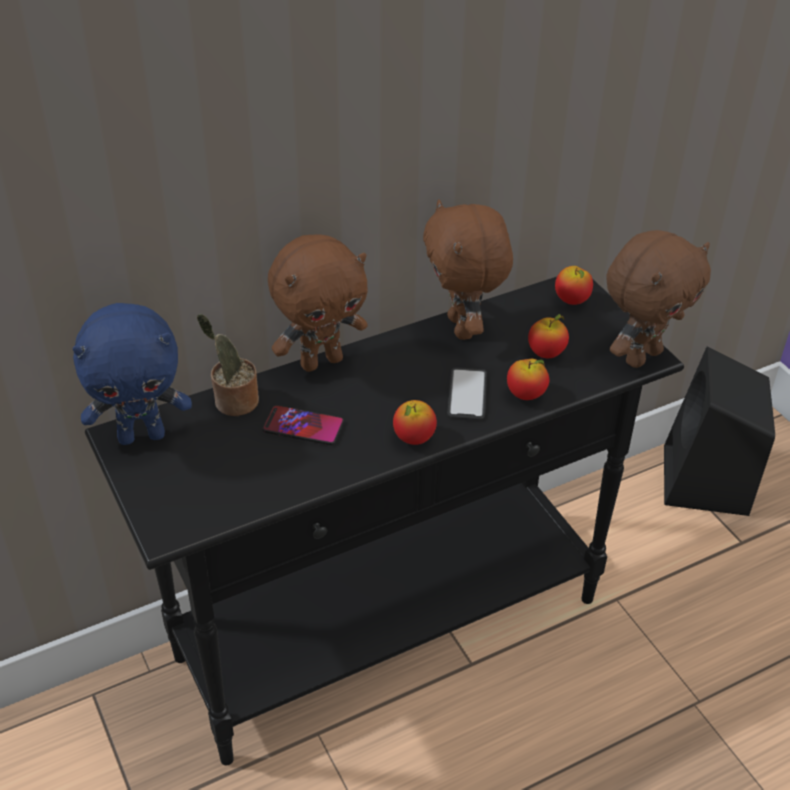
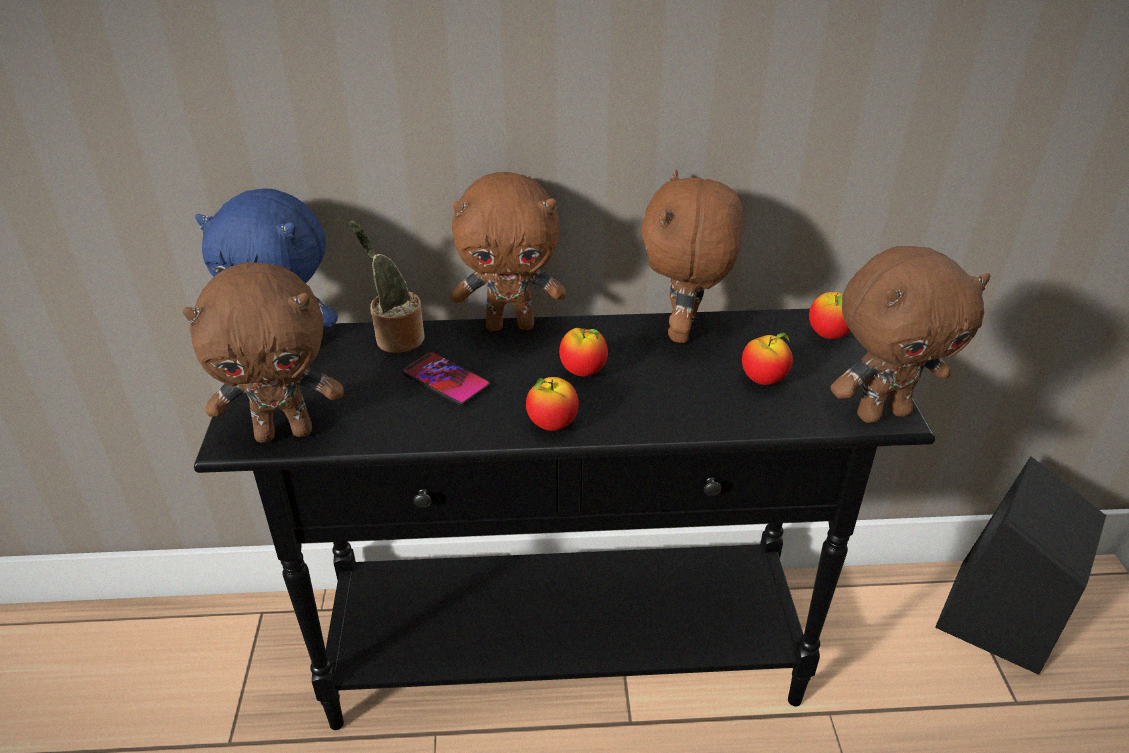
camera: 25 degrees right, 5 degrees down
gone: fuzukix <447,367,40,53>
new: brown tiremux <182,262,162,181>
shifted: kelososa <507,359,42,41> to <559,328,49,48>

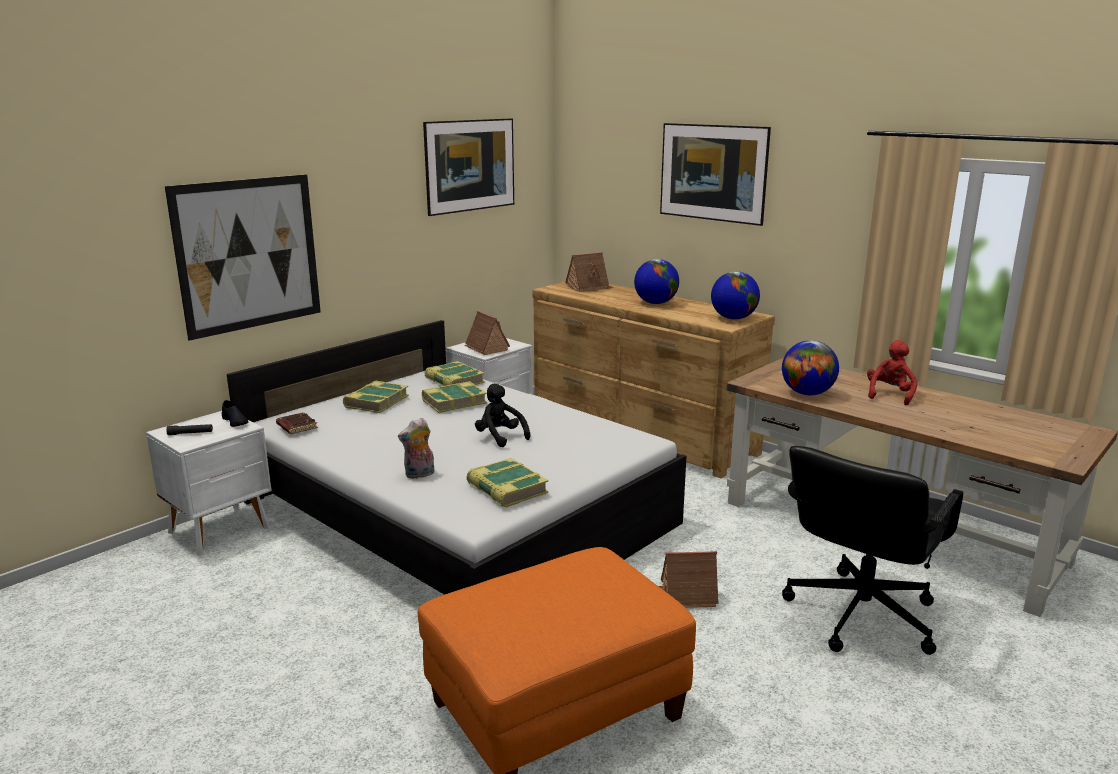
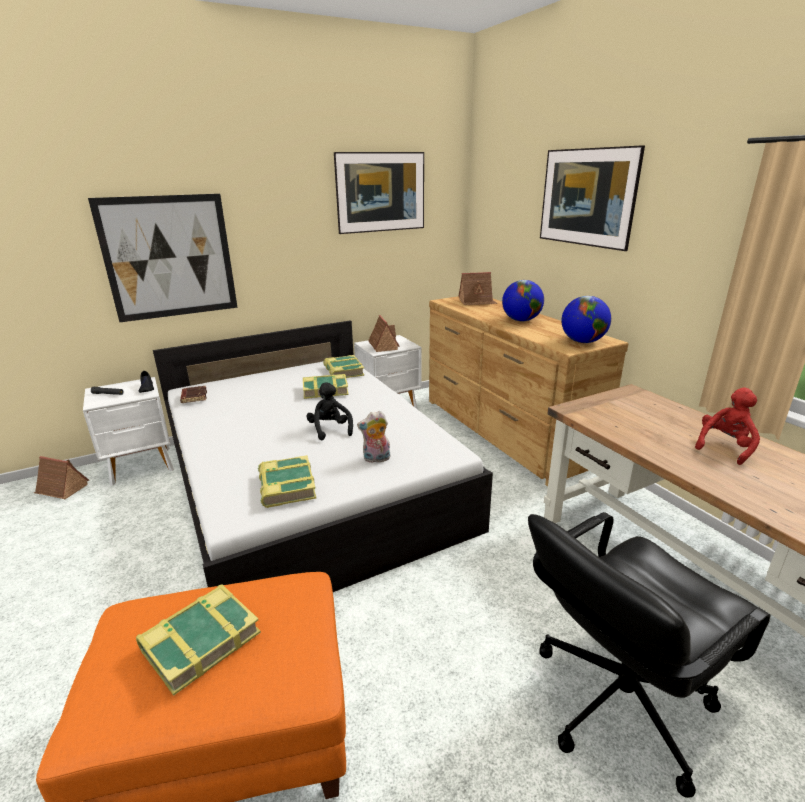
camera: 20 degrees right, 5 degrees up
gone: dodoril <782,340,57,55>
shifted: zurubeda <343,380,66,33> to <136,584,125,112>; tiremux <398,418,36,61> to <357,411,33,52>; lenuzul <658,551,60,57> to <34,456,55,44>

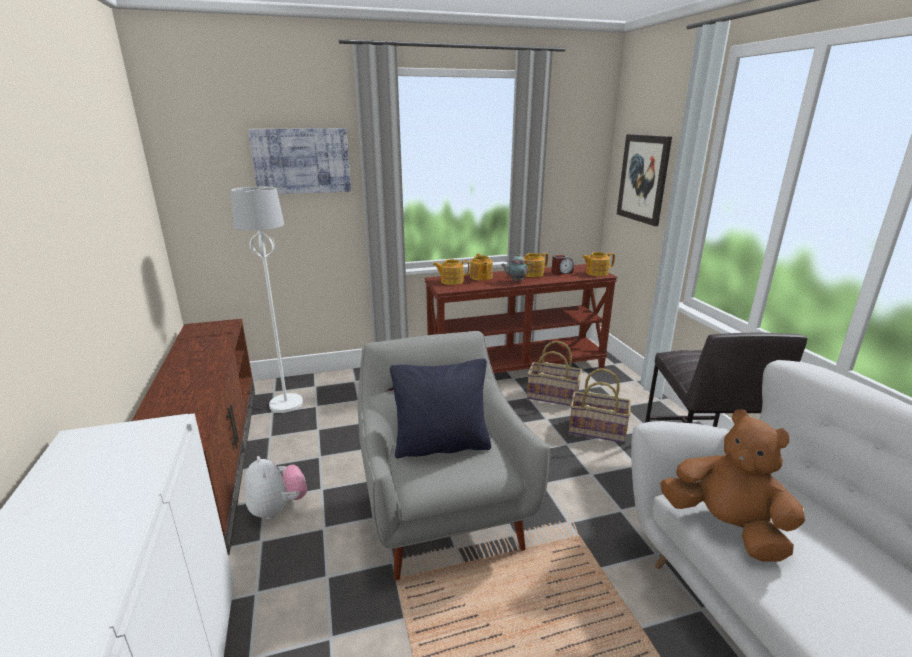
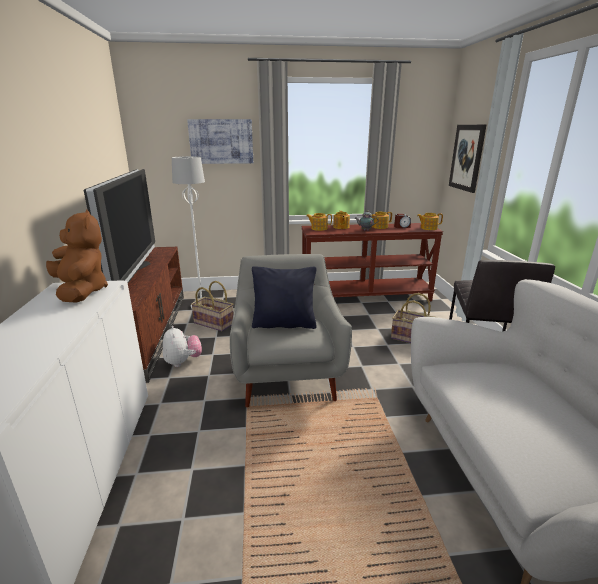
camera: 10 degrees right, 0 degrees up
new: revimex <84,169,71,114>
shifted: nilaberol <527,341,55,65> to <191,281,43,50>; brown tiremux <660,409,145,153> to <46,209,62,94>

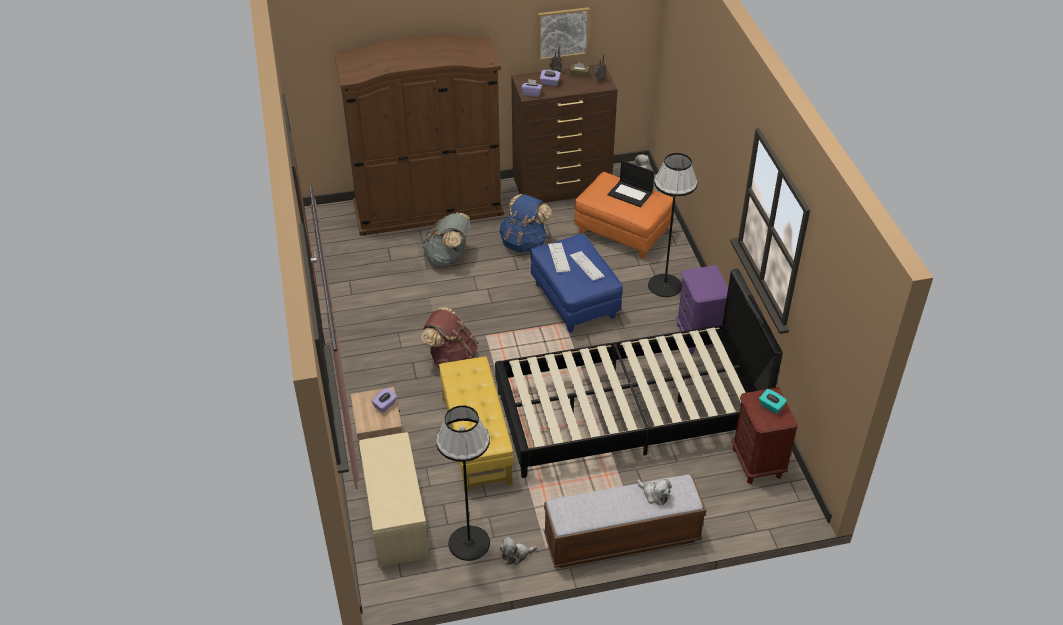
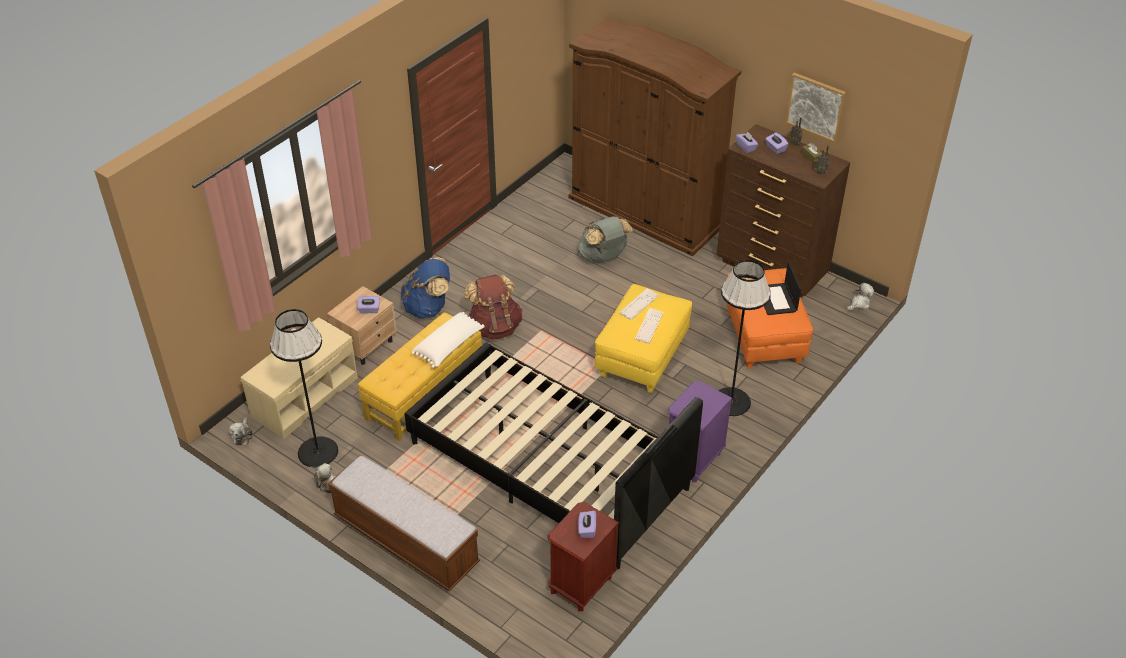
camera: 50 degrees right, 0 degrees up
new: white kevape <412,312,72,56>
shifted: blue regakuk <499,194,53,59> to <401,257,49,61>; tiremux <637,479,35,26> to <229,417,24,28>
repainted: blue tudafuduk <531,233,92,100> to yellow tudafuduk <595,284,97,109>; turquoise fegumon <759,389,28,25> to purple fegumon <578,511,18,27>

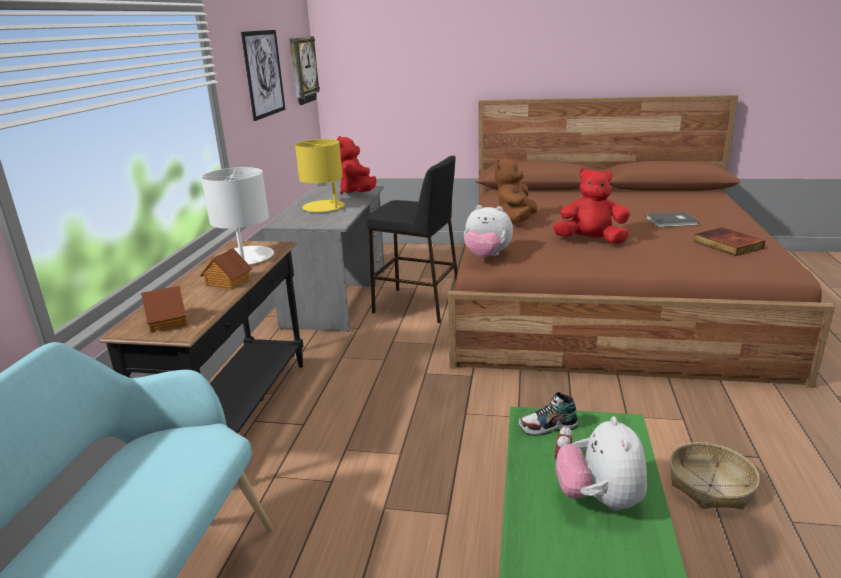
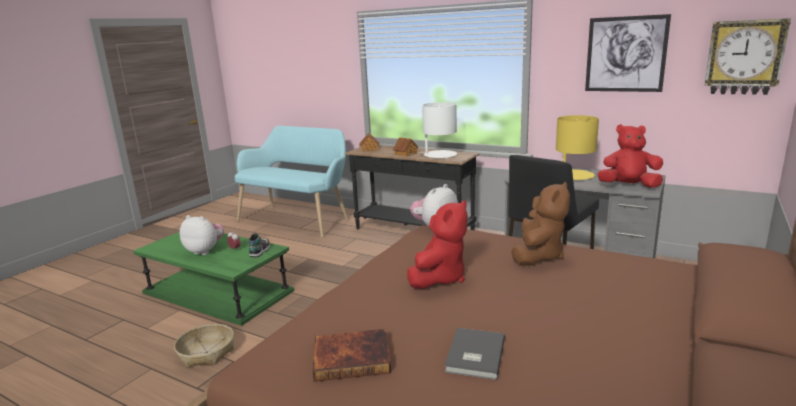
camera: 110 degrees right, 5 degrees down
rotated: brown tiremux <495,157,43,65> = <511,182,59,84> 75 degrees clockwise

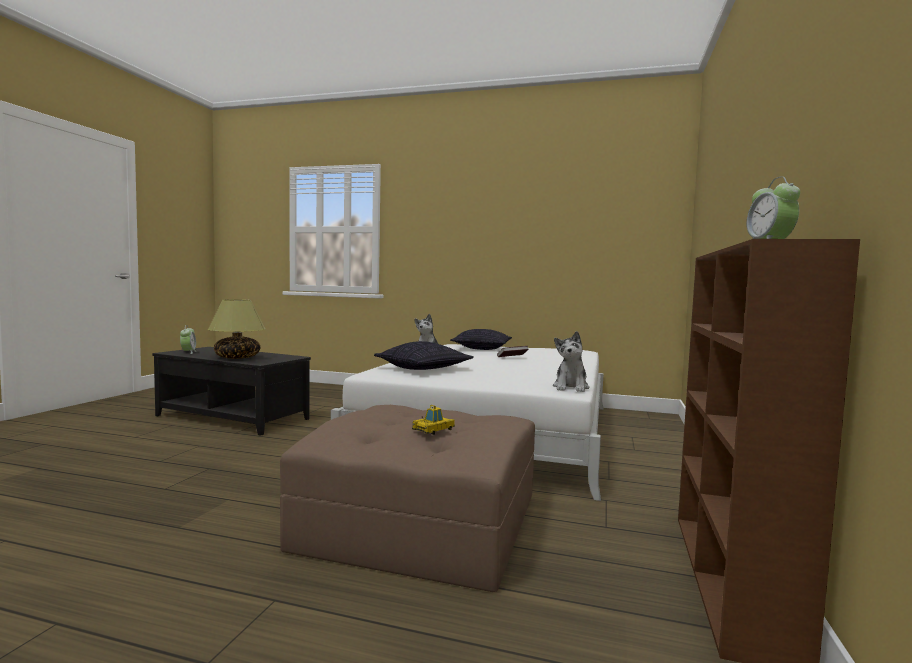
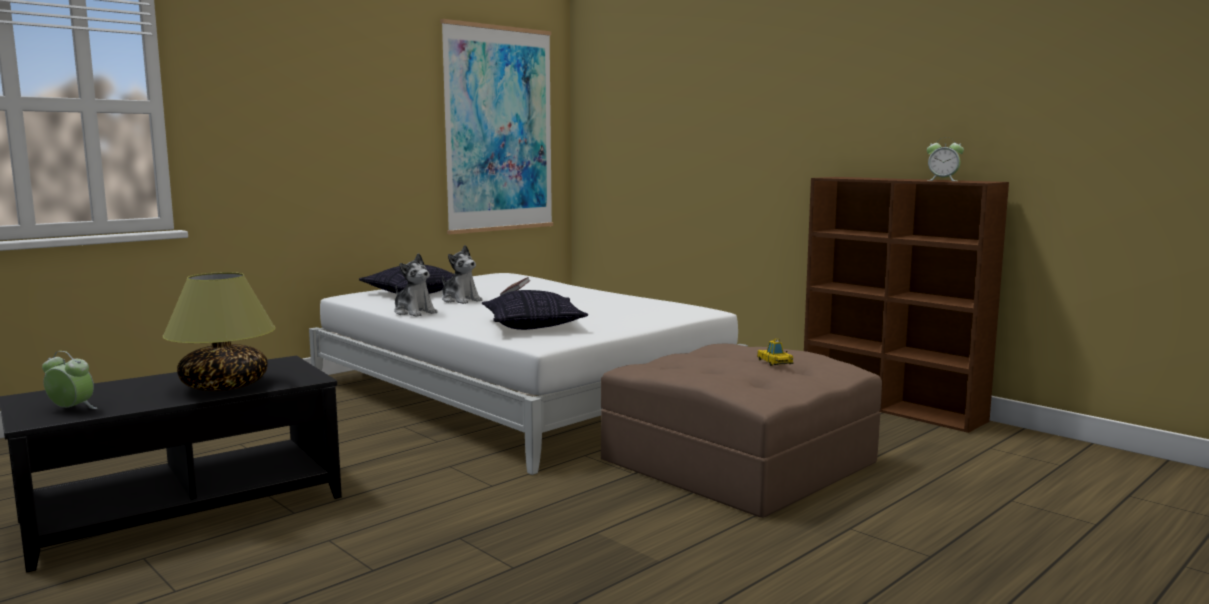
camera: 60 degrees left, 5 degrees up
new: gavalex <440,19,113,215>
shifted: tiremux <553,331,37,61> to <442,245,40,59>

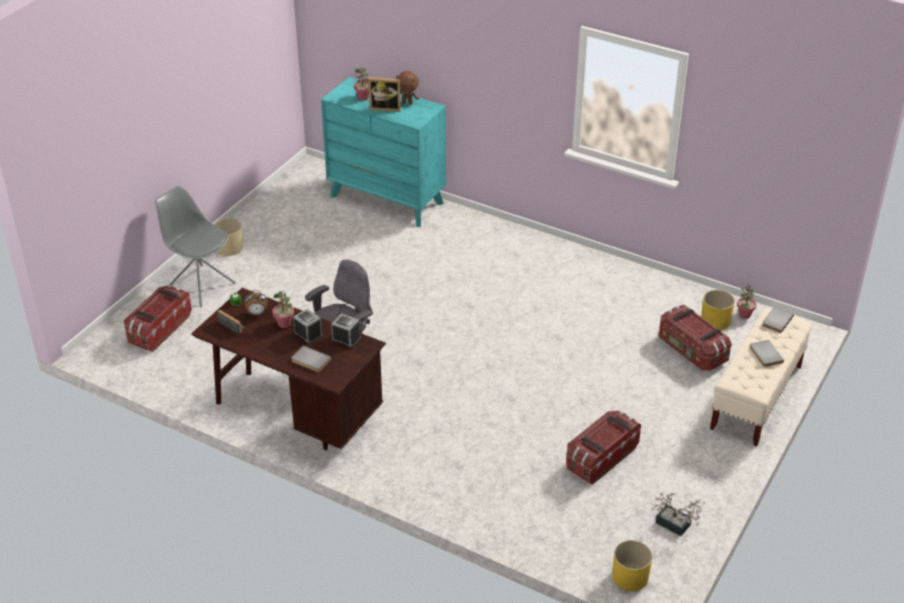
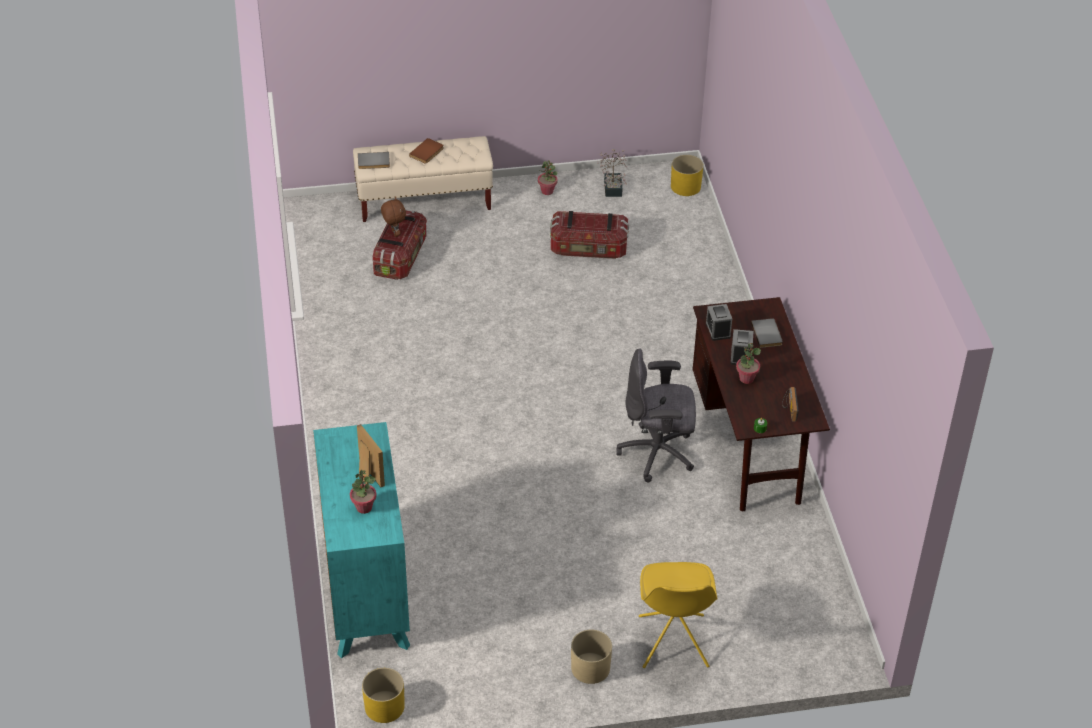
camera: 130 degrees left, 5 degrees up
gone: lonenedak <124,285,68,67>; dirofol <244,290,24,26>
shifted: brown tiremux <396,71,23,34> to <381,197,25,40>; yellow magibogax <701,290,34,40> to <362,668,42,55>; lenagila <737,284,20,35> to <538,160,20,35>
repainted: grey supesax <155,186,81,121> to yellow supesax <639,562,78,106>; grey zurubeda <750,340,34,27> to brown zurubeda <409,138,35,26>

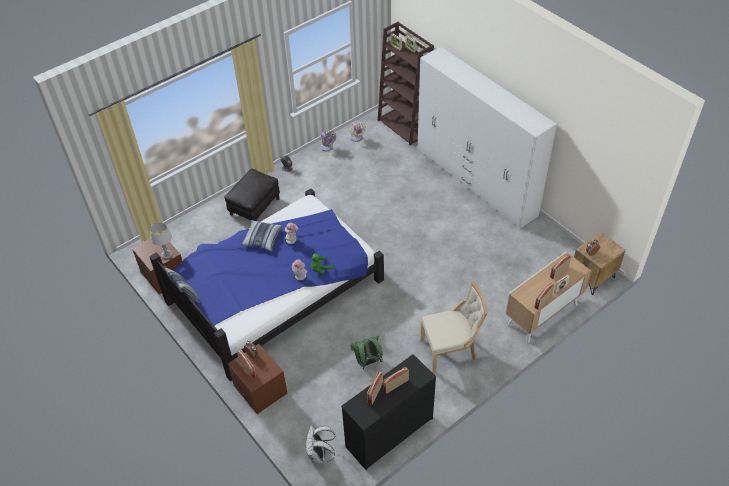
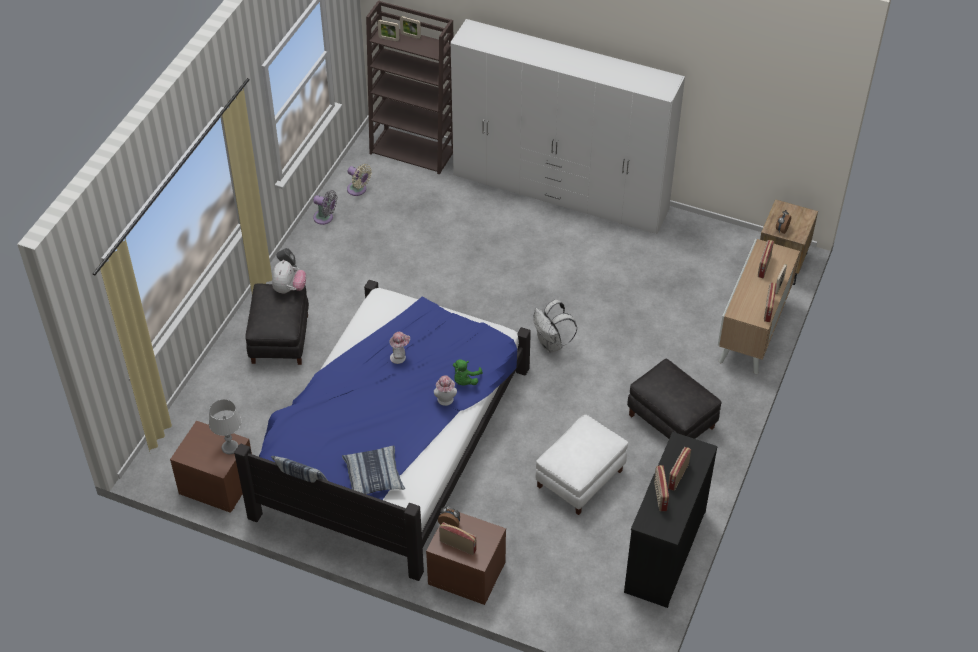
camera: 30 degrees left, 0 degrees up
new: tiremux <272,260,34,34>
shifted: kevape <240,220,43,31> to <342,446,63,48>; white regakuk <306,425,30,39> to <533,300,44,53>
swapped: green regakuk <351,335,32,34> to white tudafuduk <536,415,92,100>; beige supesax <420,282,67,92> to black tudafuduk <627,358,94,81>

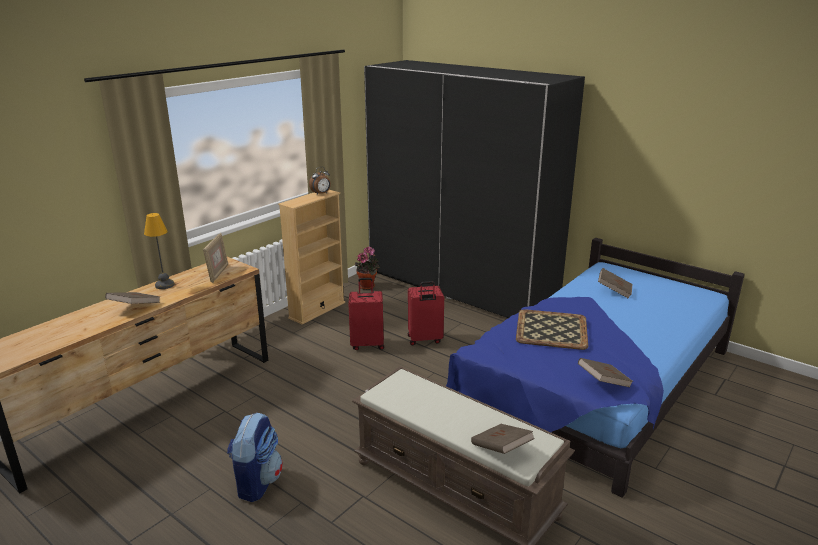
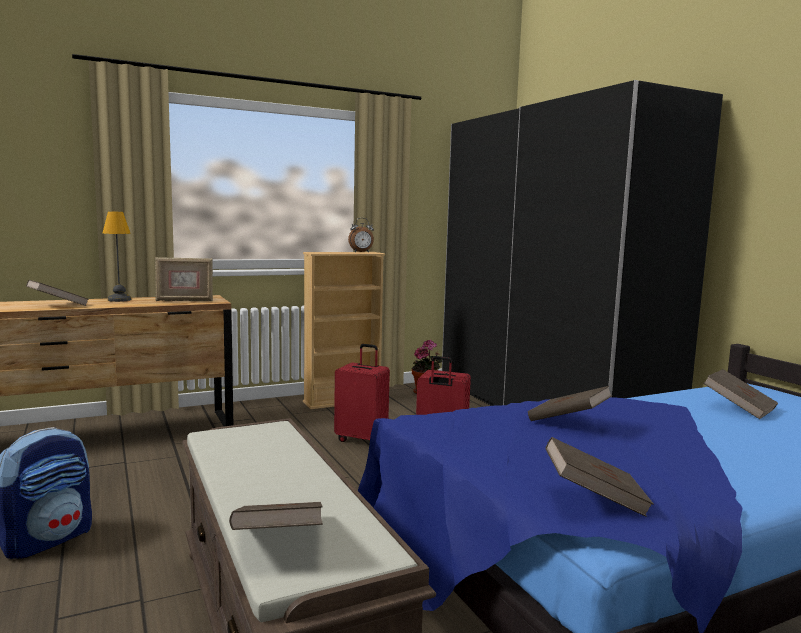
camera: 25 degrees right, 15 degrees down
swapped: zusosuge <516,309,72,41> to brown zurubeda <528,386,84,35>
rotated: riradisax <203,233,25,50> = <155,257,58,44> 45 degrees clockwise

